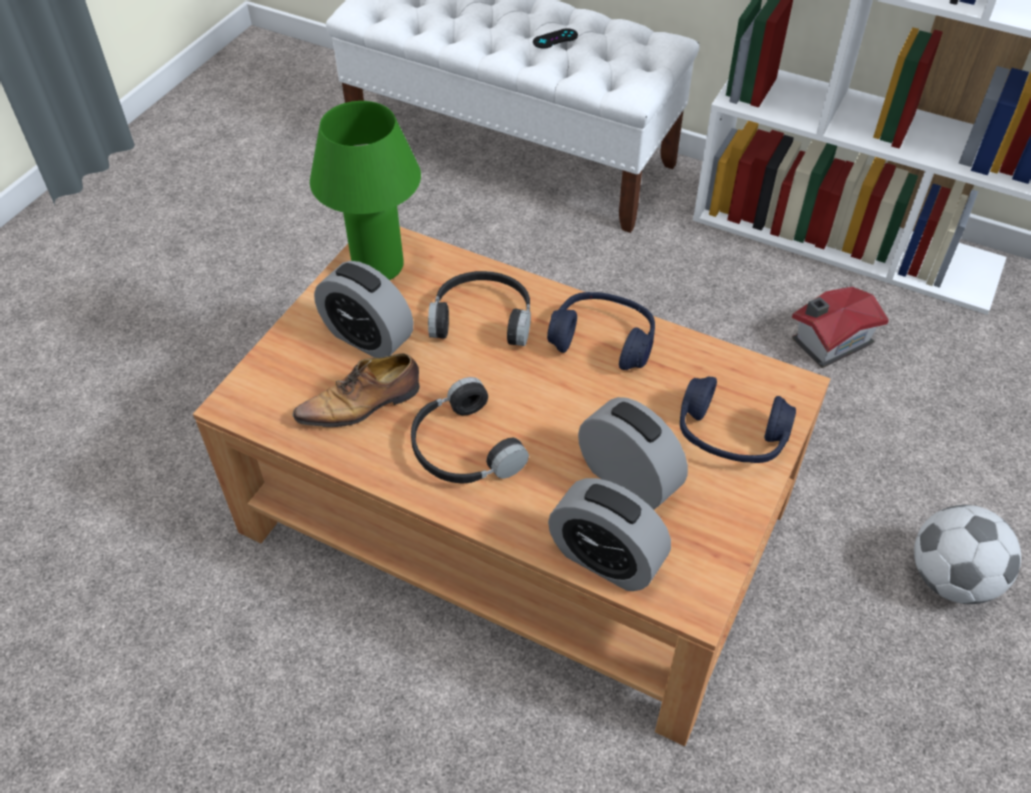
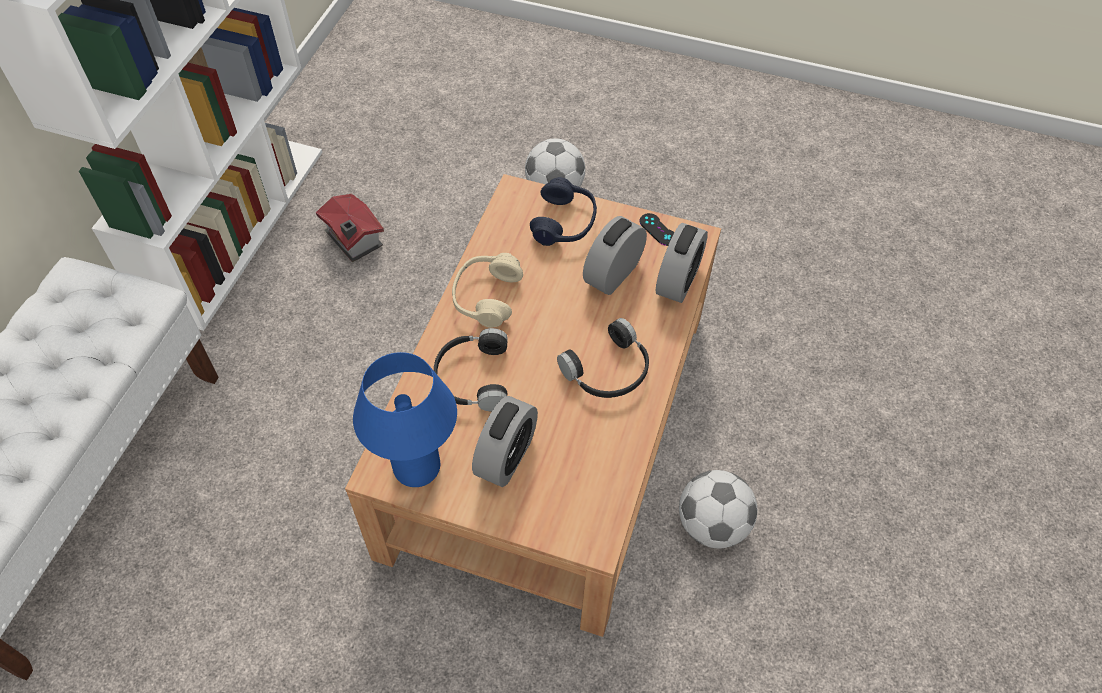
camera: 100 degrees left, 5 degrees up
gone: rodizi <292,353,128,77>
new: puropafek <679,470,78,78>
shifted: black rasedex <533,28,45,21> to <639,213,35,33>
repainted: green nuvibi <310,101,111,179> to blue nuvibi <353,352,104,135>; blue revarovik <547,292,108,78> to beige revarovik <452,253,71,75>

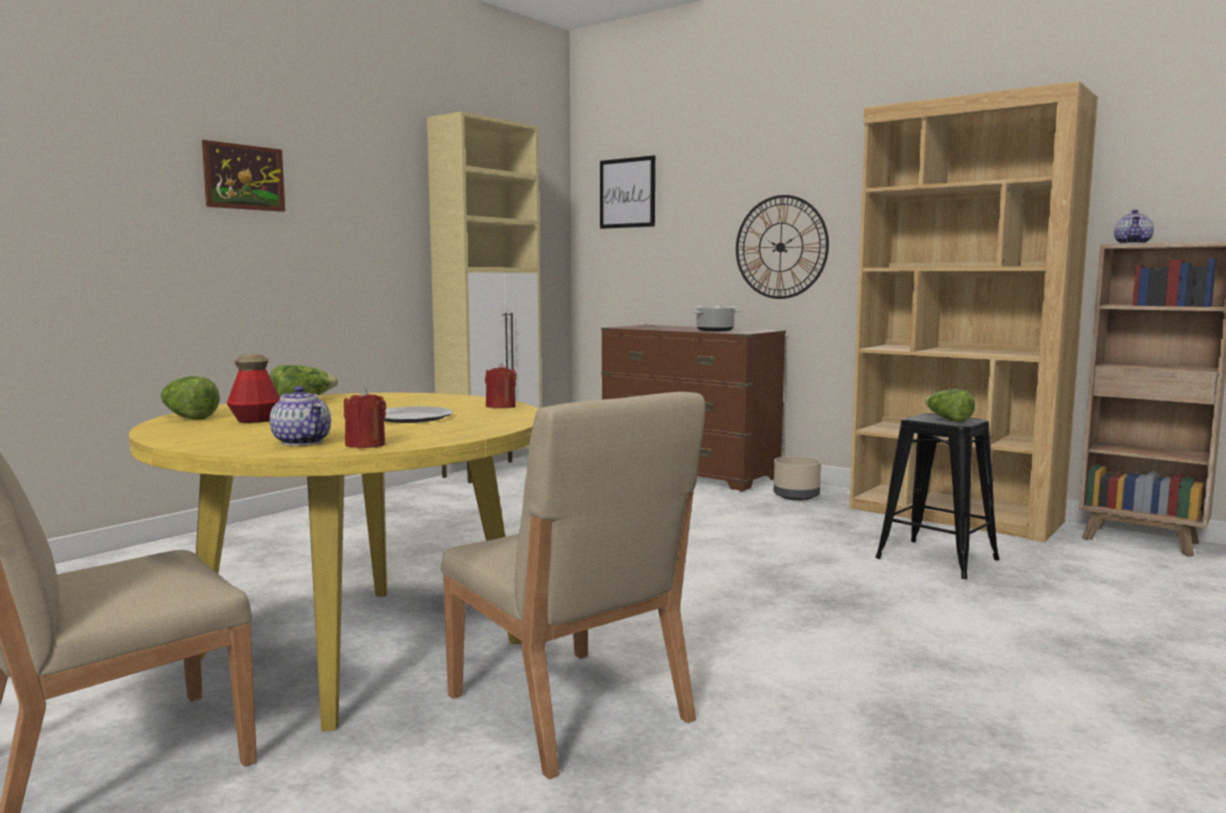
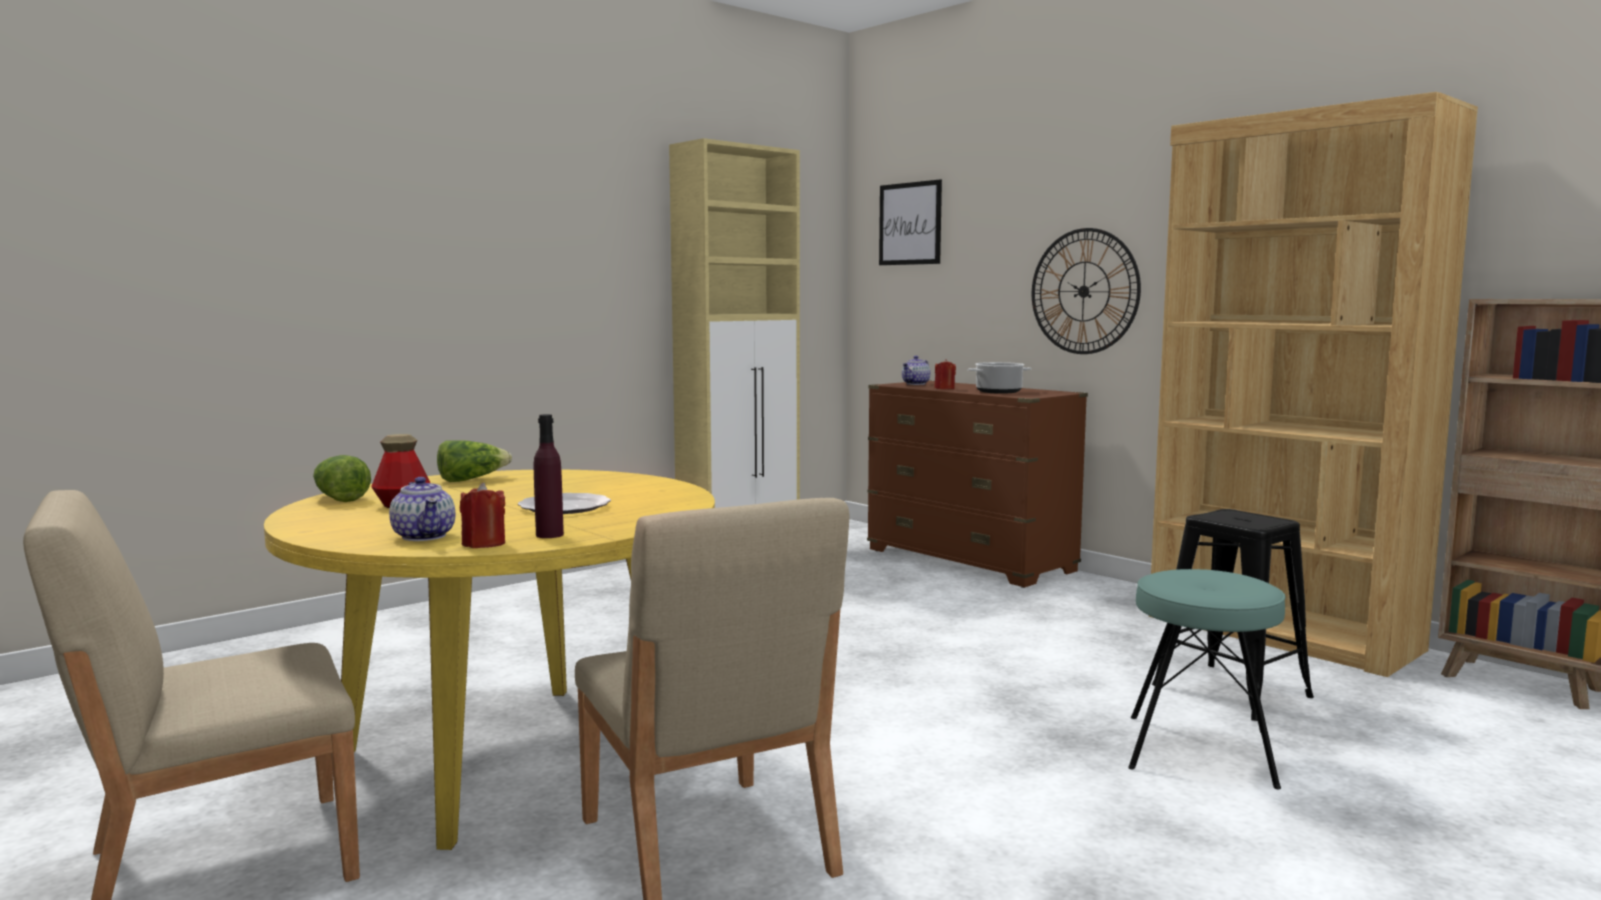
camera: 10 degrees right, 0 degrees up
gone: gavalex <202,140,83,72>; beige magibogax <774,456,47,45>; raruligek <925,389,50,33>
new: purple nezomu <534,414,30,124>; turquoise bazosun <1128,569,158,220>
shifted: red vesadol <485,363,31,45> to <934,359,22,30>; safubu <1114,209,40,35> to <902,356,29,29>

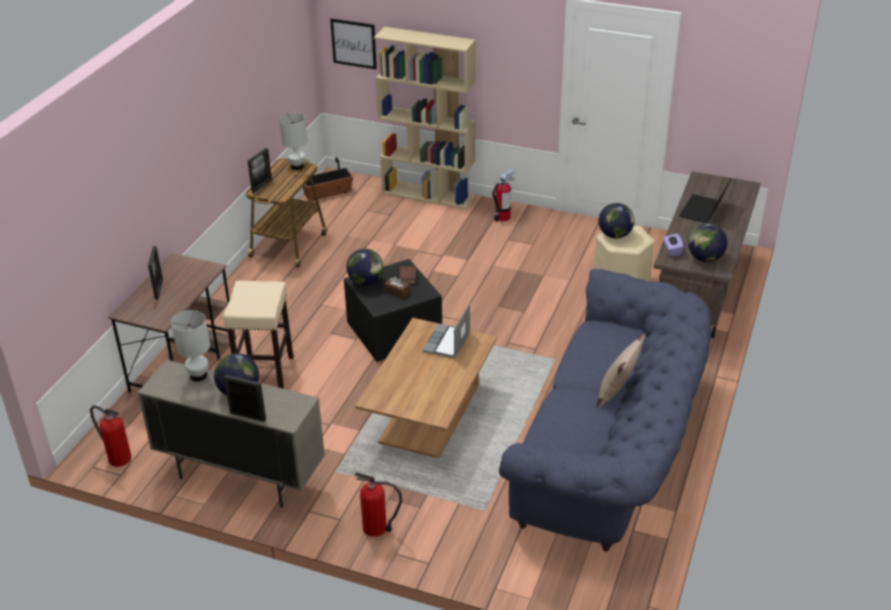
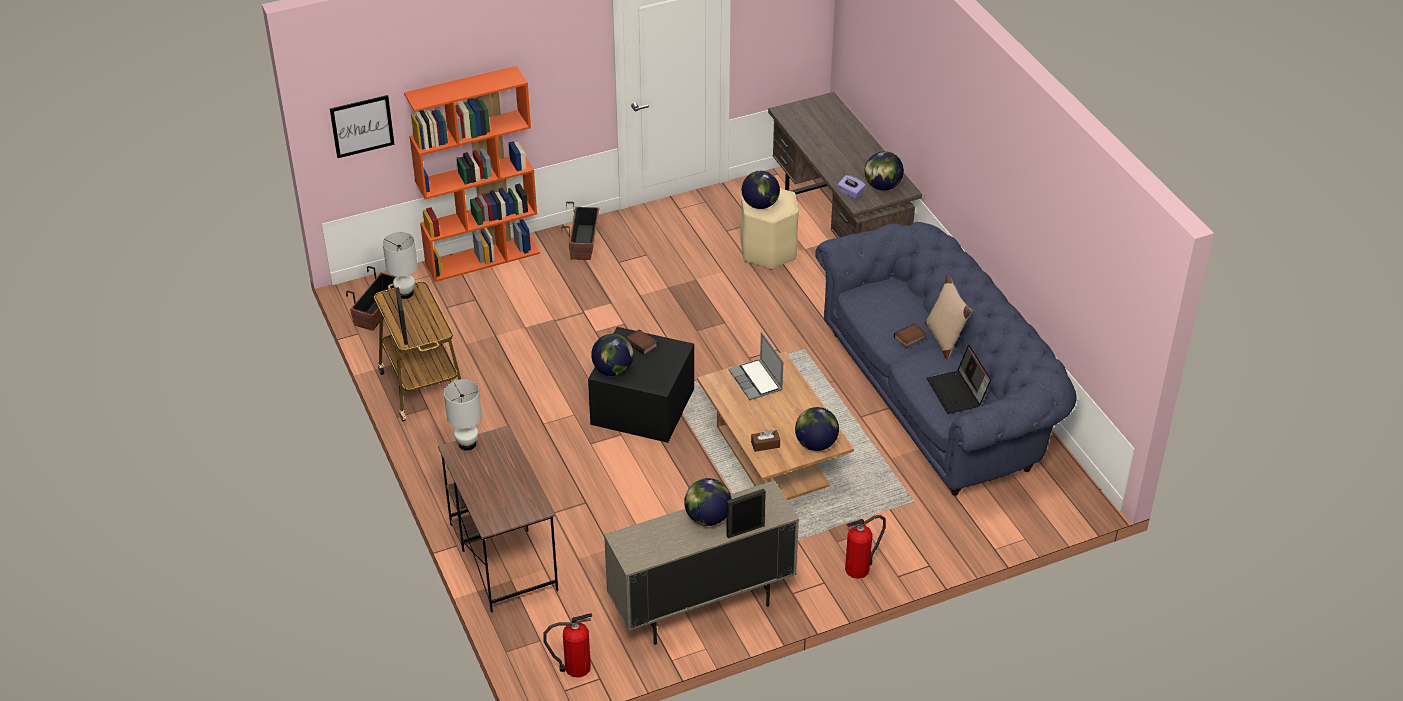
camera: 45 degrees left, 5 degrees up
gone: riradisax <148,246,15,54>; beige bazosun <223,281,70,108>
new: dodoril <795,407,44,44>; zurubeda <894,323,33,25>
shifted: white nuvibi <171,310,39,71> to <444,379,38,72>; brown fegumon <384,276,26,22> to <751,429,29,23>; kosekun <679,179,52,44> to <926,345,65,69>
swapped: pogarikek <492,168,23,54> to magibogax <562,202,38,58>
repainted: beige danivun <374,27,102,183> to orange danivun <404,66,136,216>

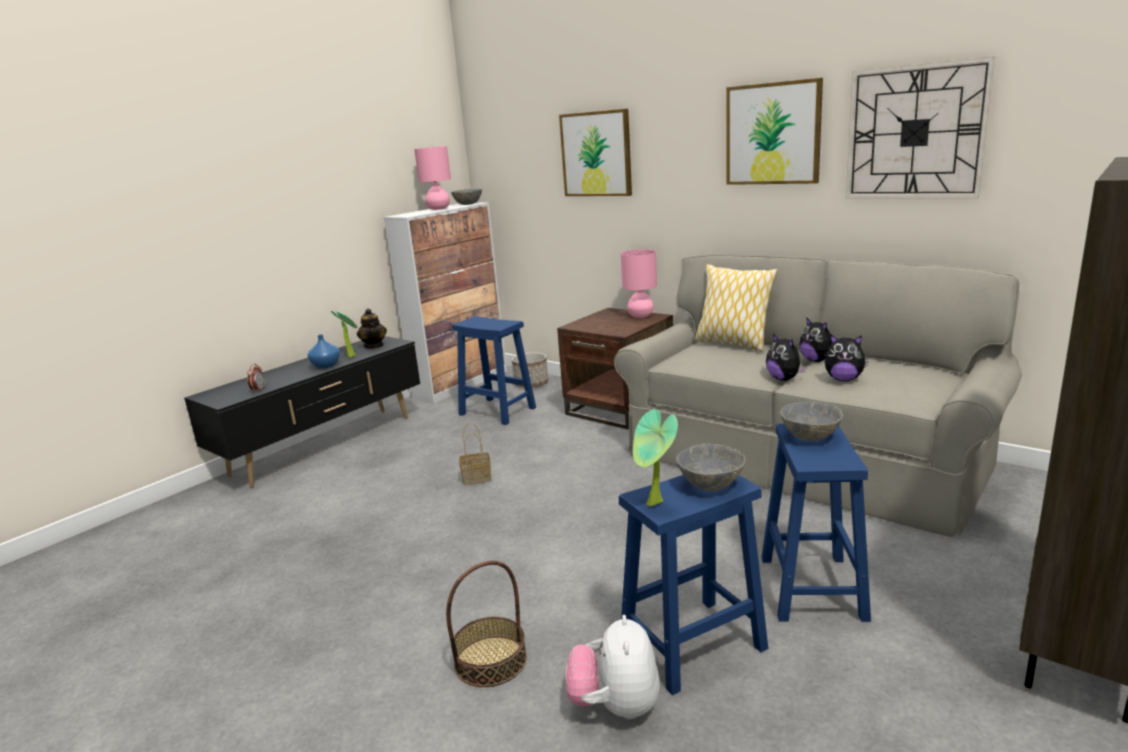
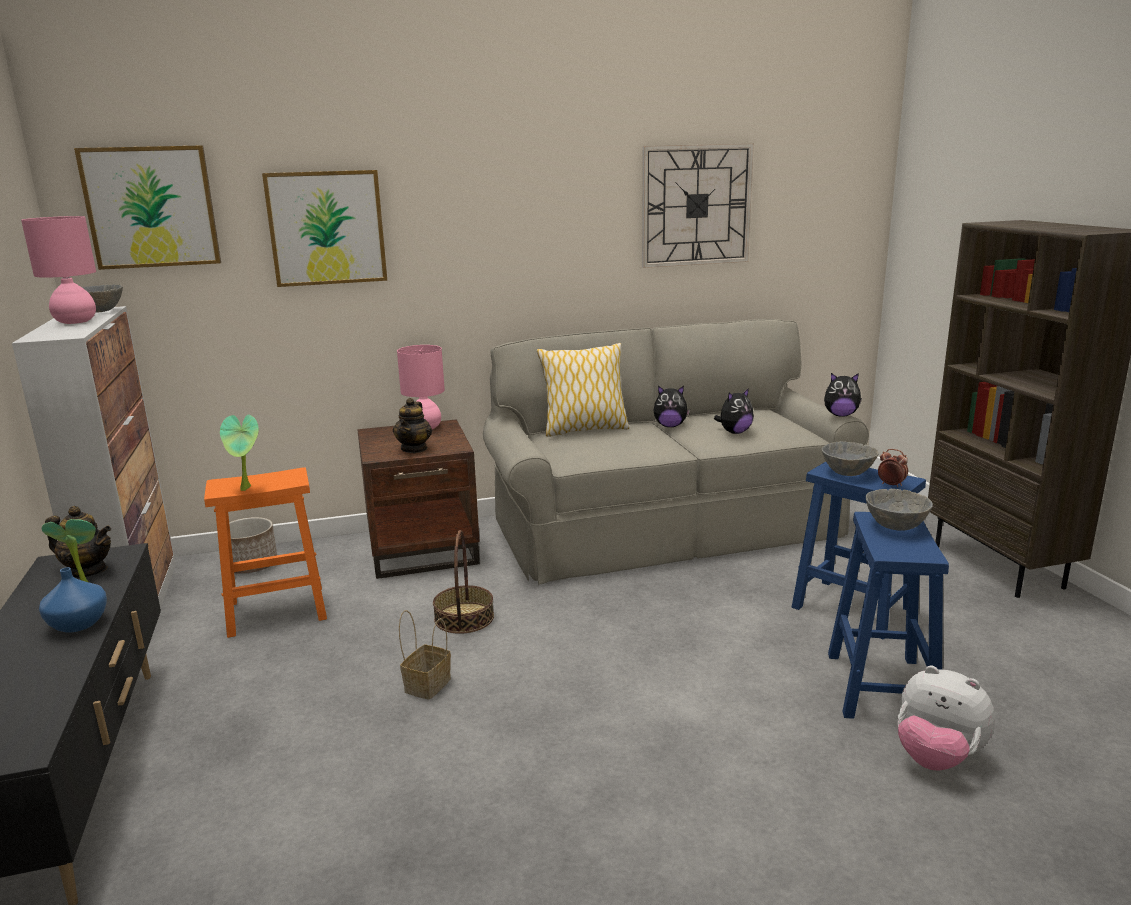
camera: 55 degrees left, 0 degrees up
new: safubu <393,398,39,55>
shifted: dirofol <247,364,18,27> to <878,449,30,38>; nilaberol <446,561,81,126> to <433,530,61,104>; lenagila <633,409,45,98> to <220,414,39,77>; gavalex <726,78,97,107> to <74,145,147,125>; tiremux <766,333,40,48> to <824,373,38,44>
repainted: blue bazosun <452,316,84,109> to orange bazosun <204,467,123,171>

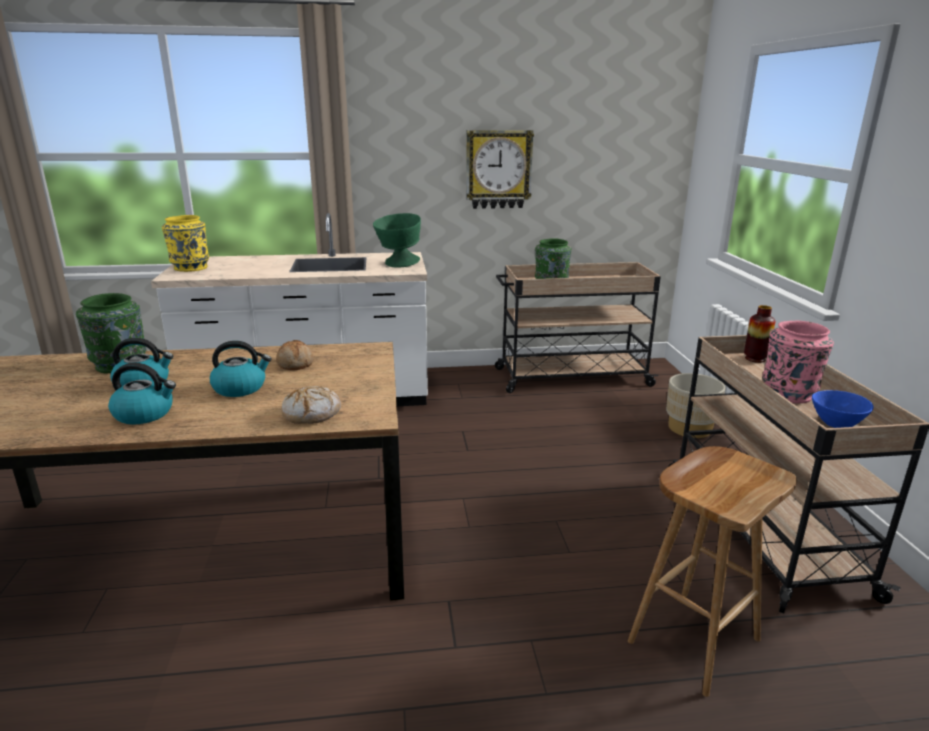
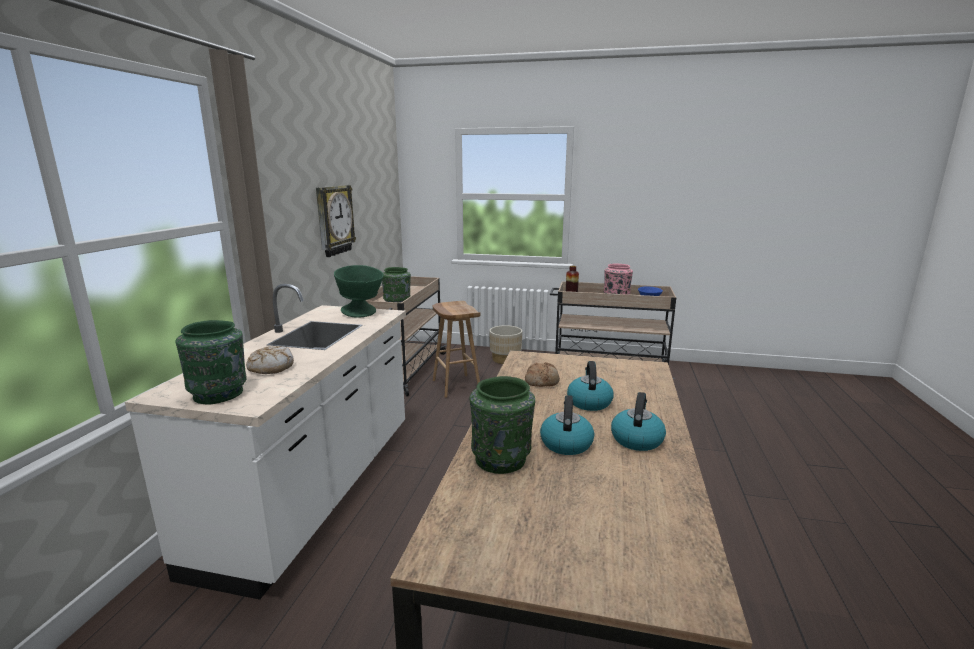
camera: 70 degrees left, 5 degrees down
shifted: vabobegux <281,386,60,38> to <246,346,48,28>; brown bazosun <628,446,169,251> to <433,301,48,97>
repainted: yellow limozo <162,215,47,57> to green limozo <175,320,72,85>

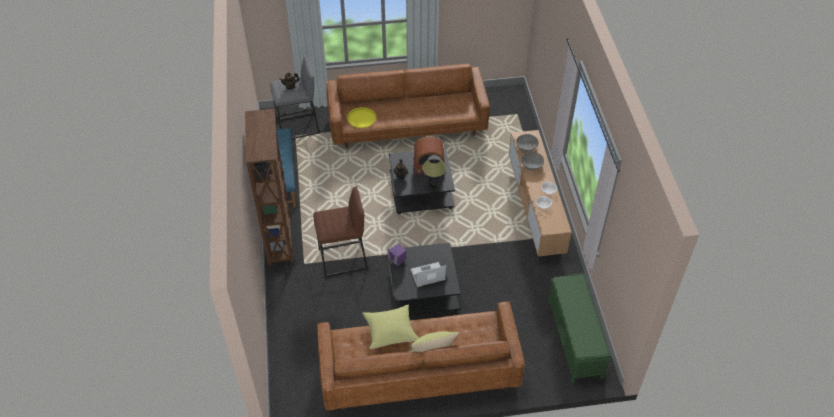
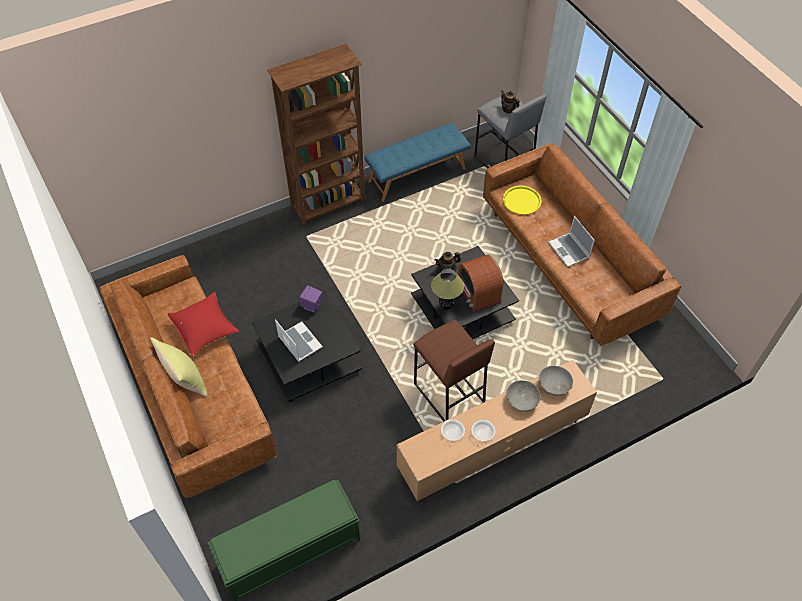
camera: 70 degrees right, 5 degrees up
new: kosekun <548,216,47,51>
shifted: brown bazosun <313,187,55,90> to <413,320,82,102>
repainted: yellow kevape <362,304,56,45> to red kevape <168,292,72,65>

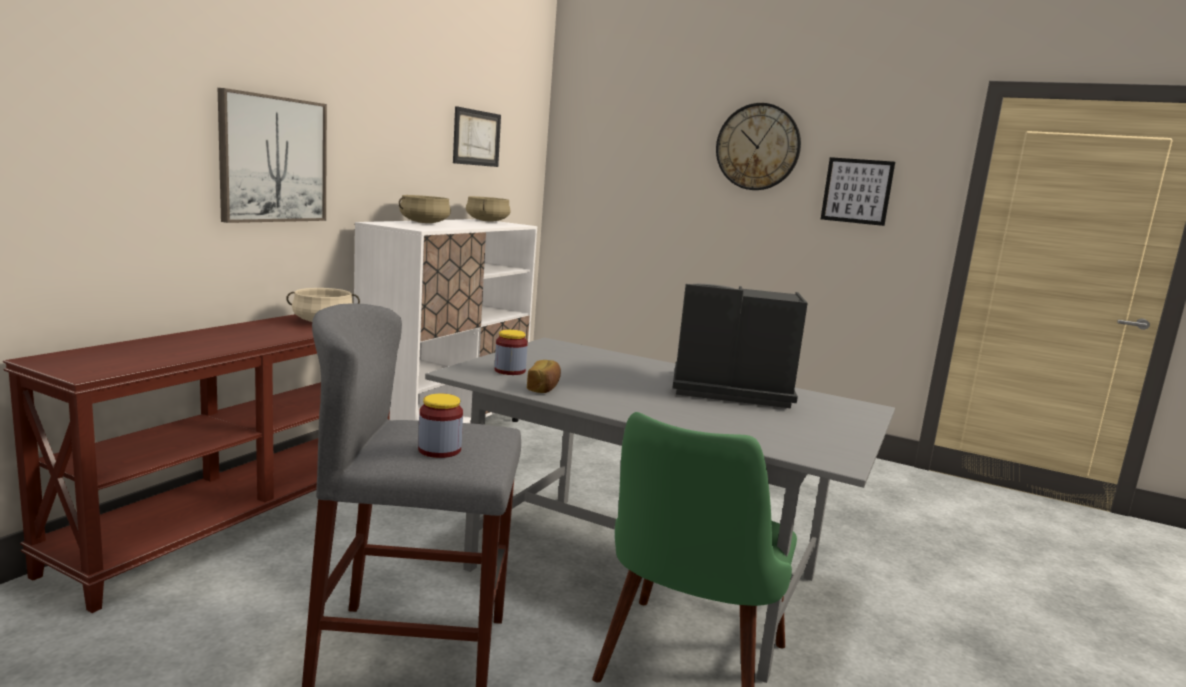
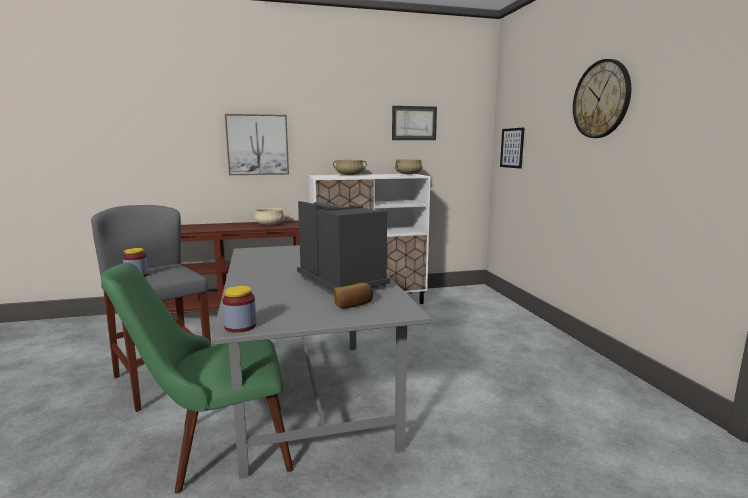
camera: 50 degrees right, 0 degrees up
shifted: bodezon <495,330,33,45> to <222,286,34,47>; vabobegux <527,360,34,33> to <334,283,39,25>; gavalex <821,157,74,69> to <500,128,25,41>

